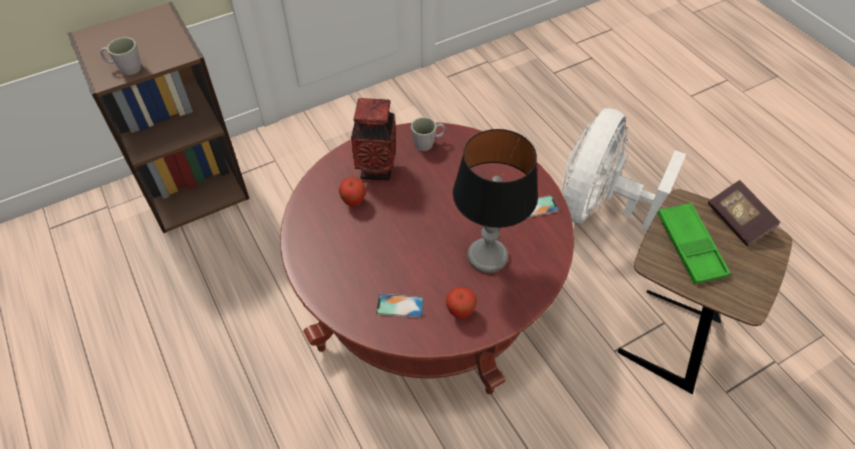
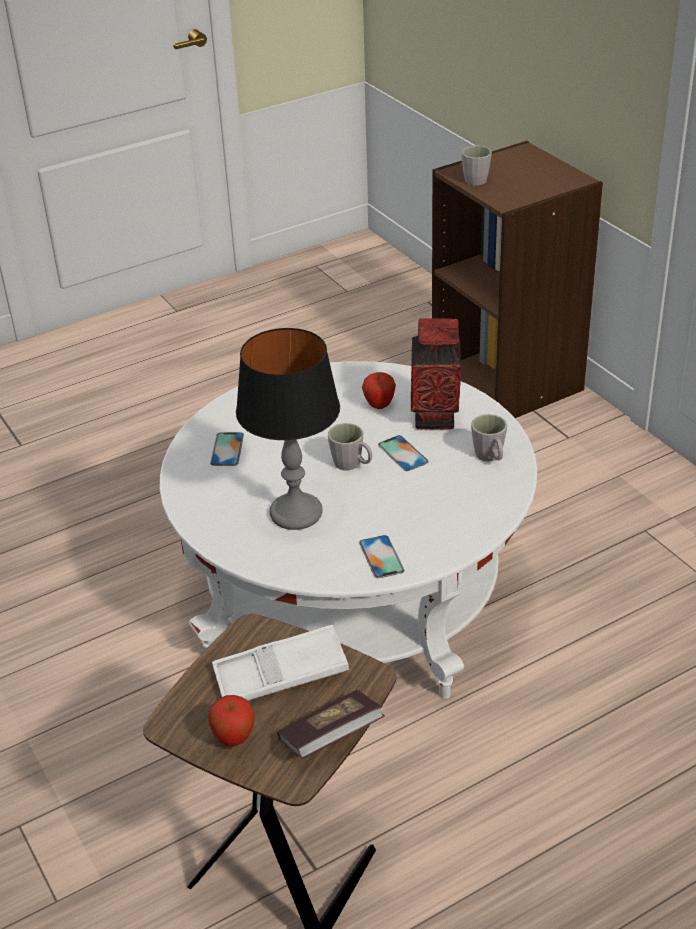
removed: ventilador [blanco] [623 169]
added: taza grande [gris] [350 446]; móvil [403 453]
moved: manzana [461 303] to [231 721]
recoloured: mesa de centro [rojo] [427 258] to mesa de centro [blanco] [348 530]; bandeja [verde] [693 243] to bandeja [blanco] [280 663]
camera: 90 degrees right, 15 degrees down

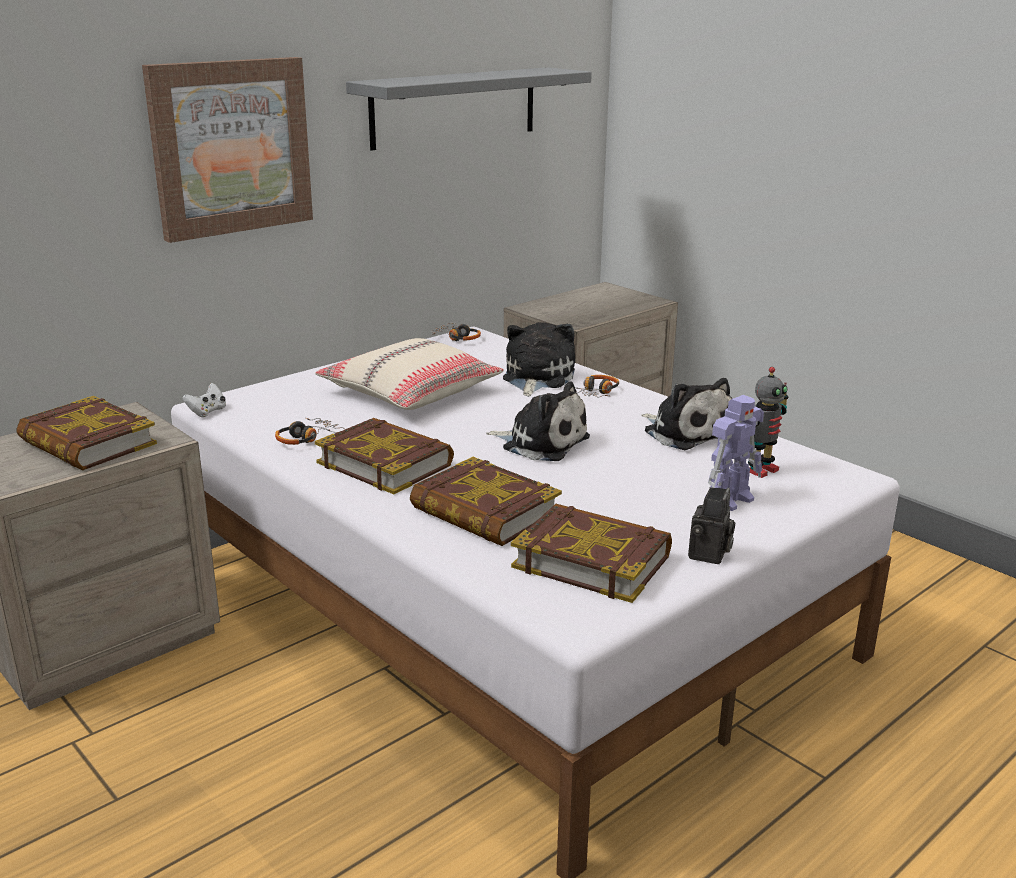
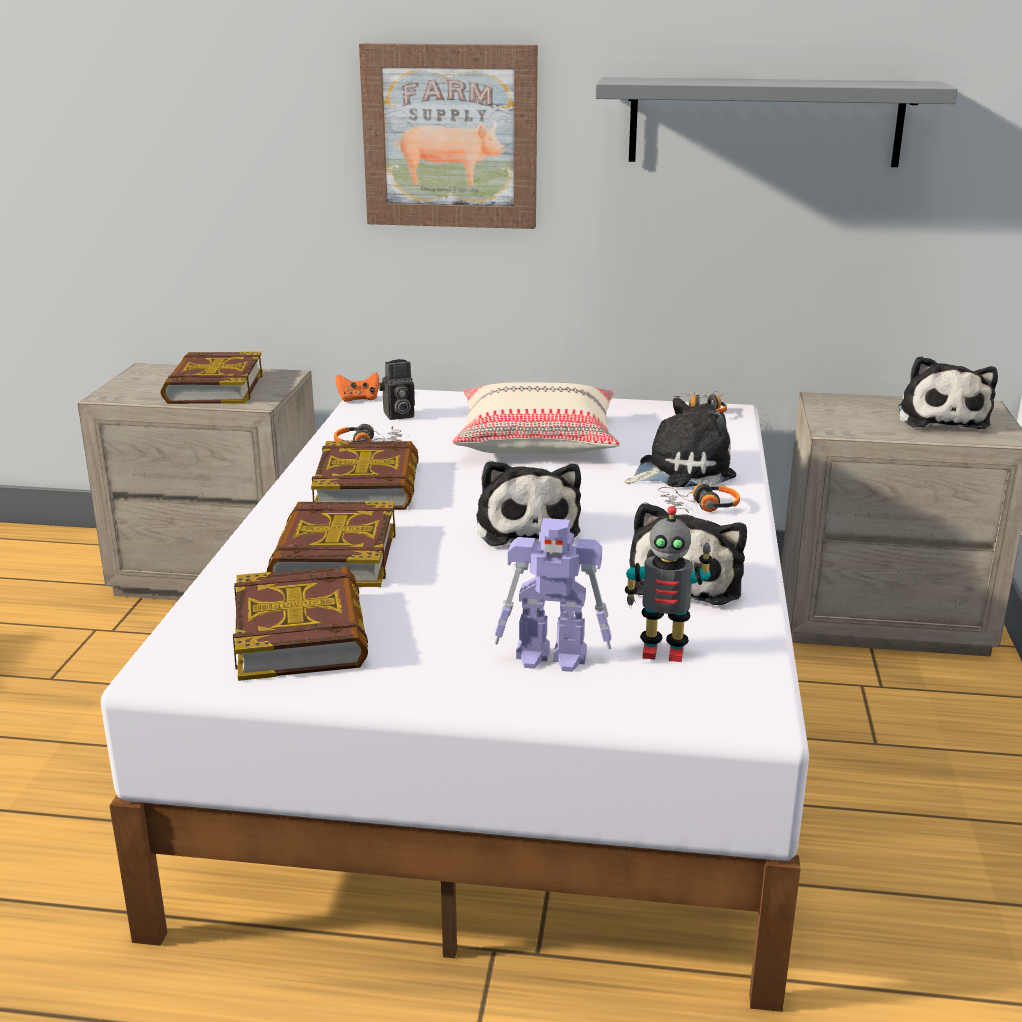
added: peluche [948 392]
moved: cámara [711 525] to [396 389]
recoloured: mando de consola [blanco] [204 400] to mando de consola [naranja] [357 387]
camera: 50 degrees right, 0 degrees up

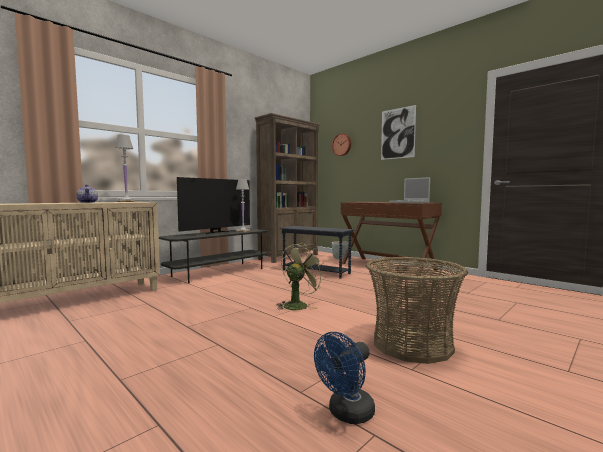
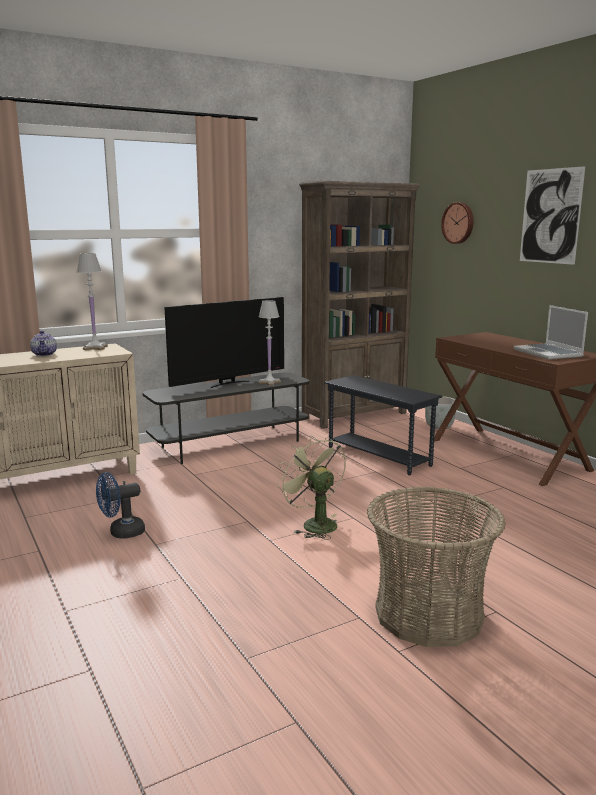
moved: ventilador [azul] [344 378] to [120 505]
turned: ventilador [verde] [301 276] = [311 487] 90 degrees counterclockwise
camera: 15 degrees right, 10 degrees up

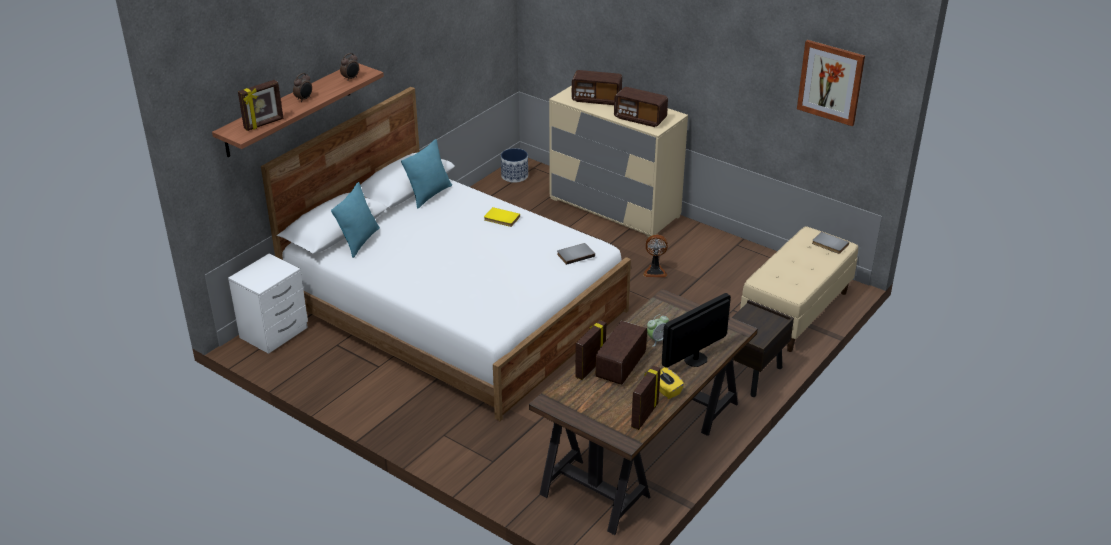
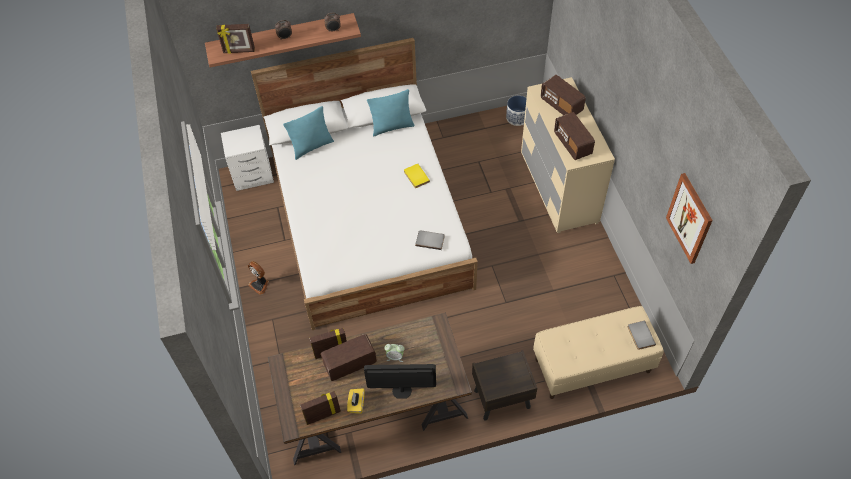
moved: ventilador [655 256] to [258 278]
camera: 40 degrees right, 20 degrees up

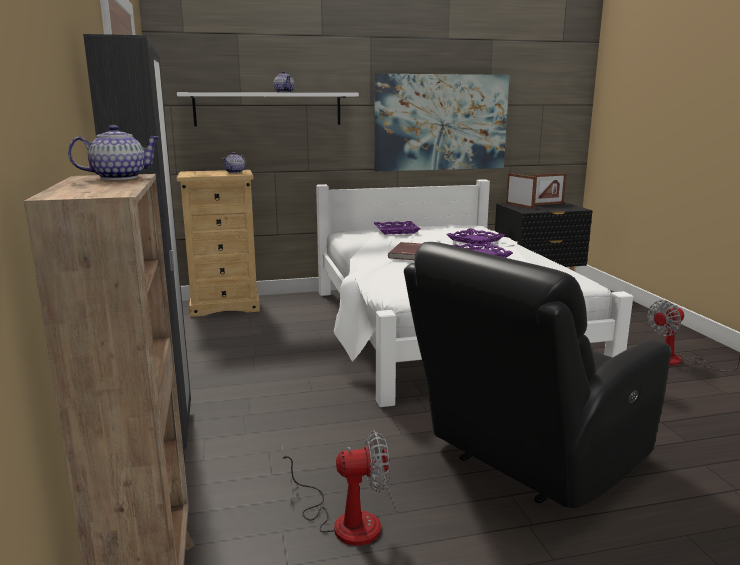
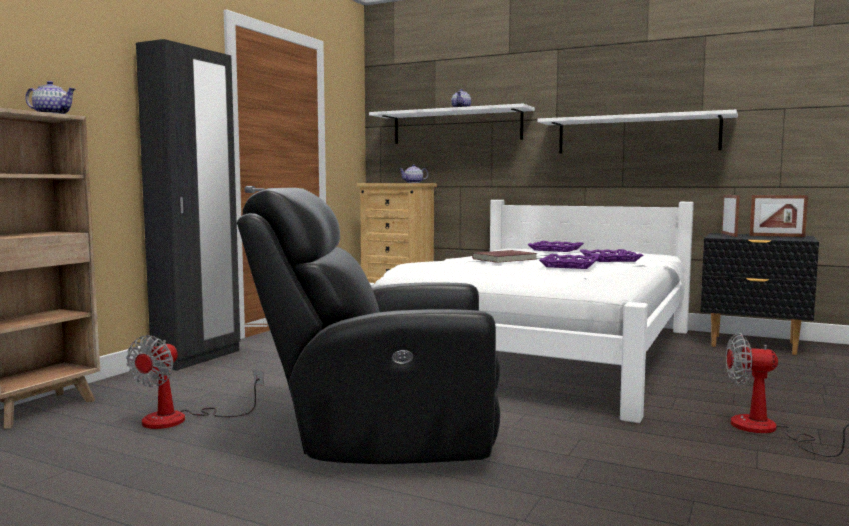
replaced: cuadro [442 122] to estante [blanco] [637 132]
turned: ventilador [336 488] = [194 382] 75 degrees clockwise
camera: 40 degrees right, 10 degrees down

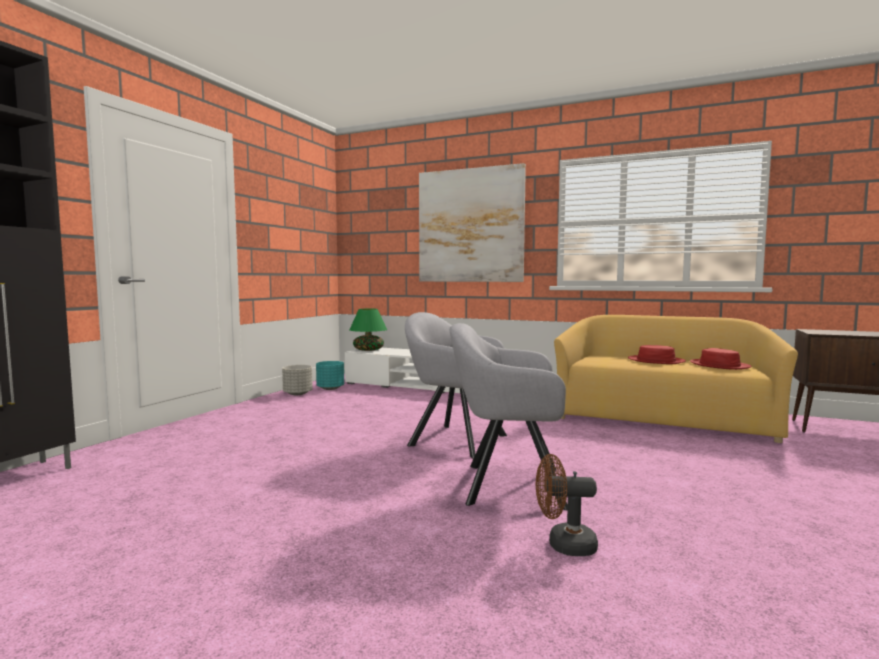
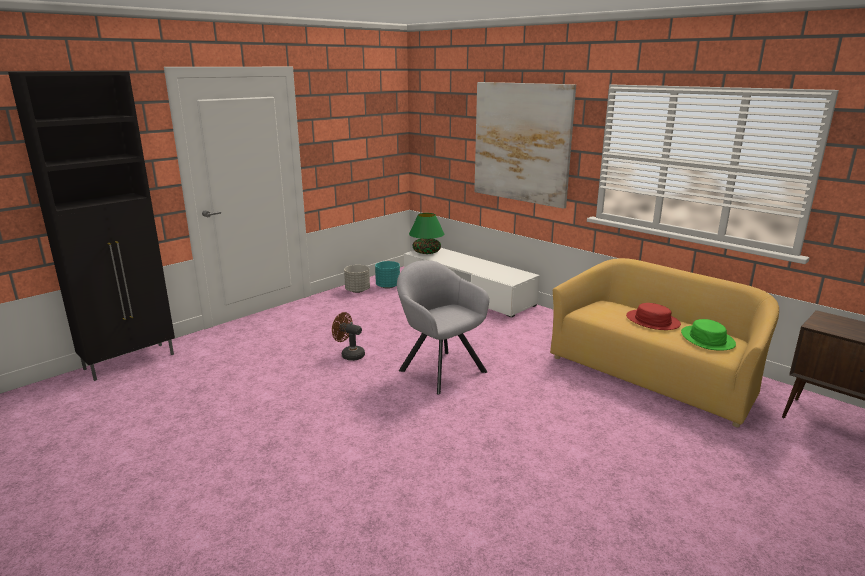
removed: sillón [gris] [509 416]
moved: ventilador [marrón] [567 505] to [348 336]
recoloured: sombrero [rojo] [720 359] to sombrero [verde] [708 335]
camera: 20 degrees right, 15 degrees up

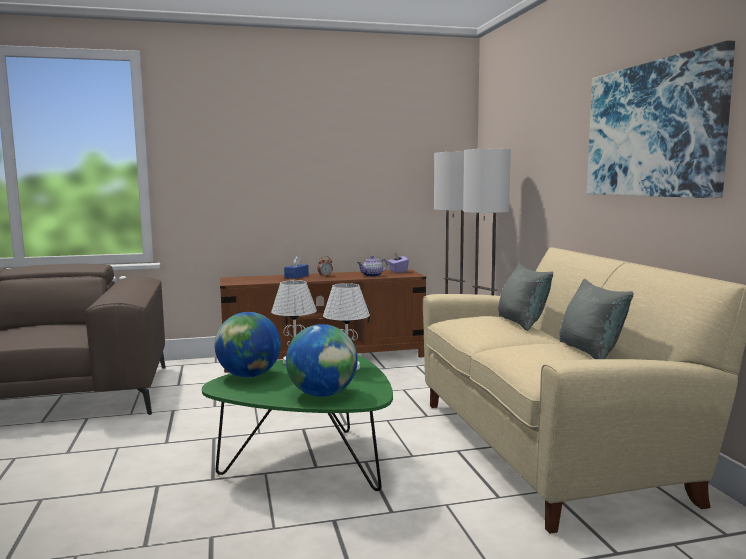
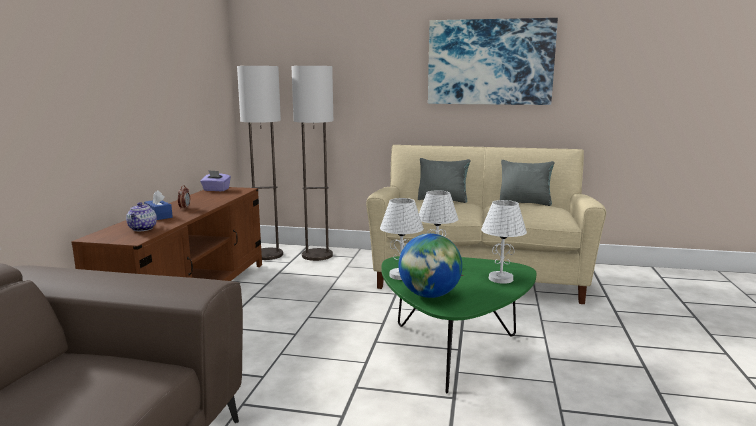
moved: tetera [372 266] to [141 216]
replaced: globo terráqueo [322 360] to lámpara de mesa [blanco] [504 242]
camera: 65 degrees left, 5 degrees up

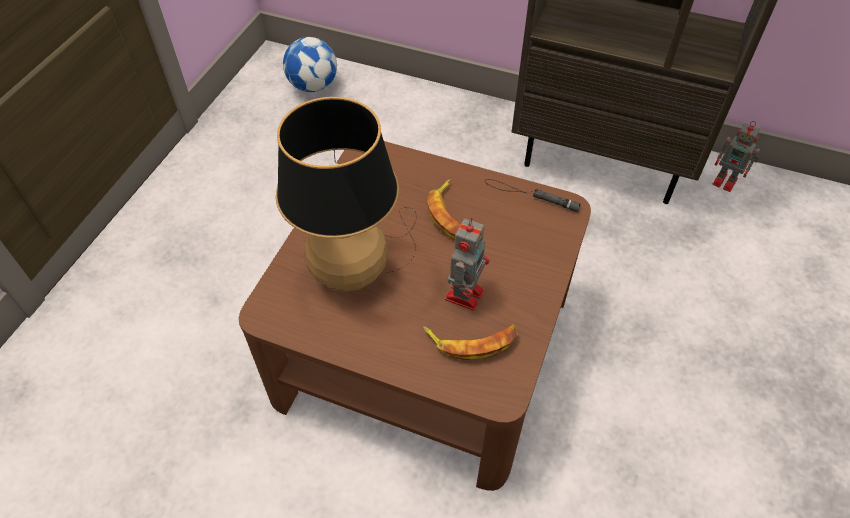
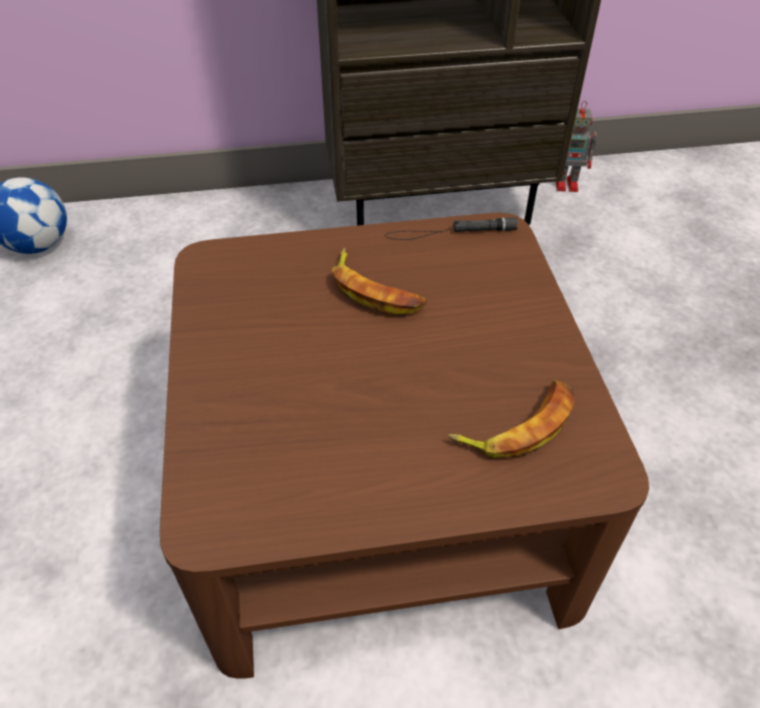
removed: lámpara de mesa [346 194]; robot de juguete [467 264]
camera: 30 degrees left, 5 degrees down

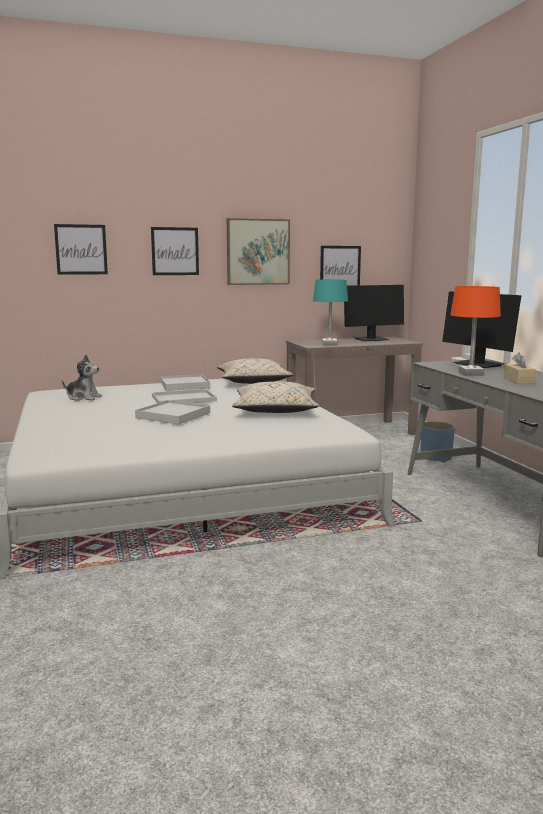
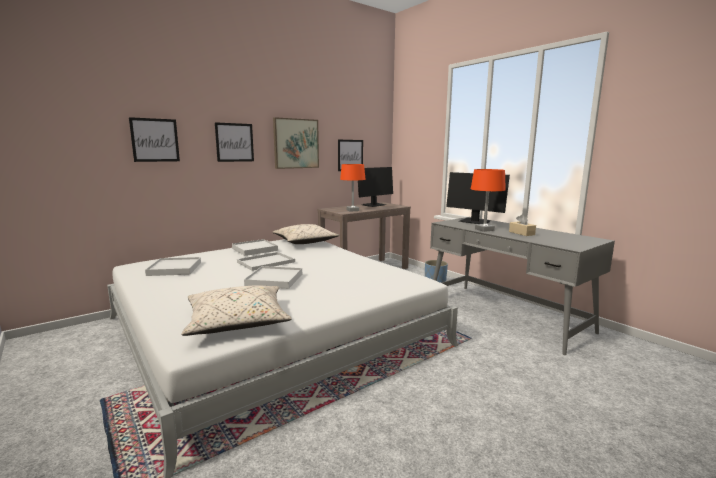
moved: cojín [beis] [275 397] to [236 310]
replaced: peluche [82 378] to bandeja [blanco] [173 266]
recoloured: lámpara de mesa [turquesa] [330 312] to lámpara de mesa [naranja] [353 188]
camera: 20 degrees left, 0 degrees up

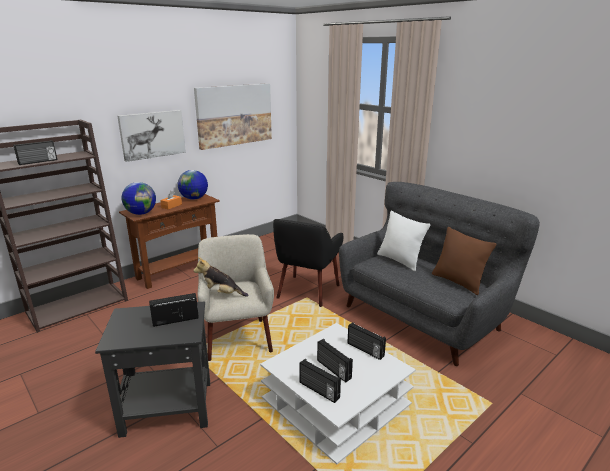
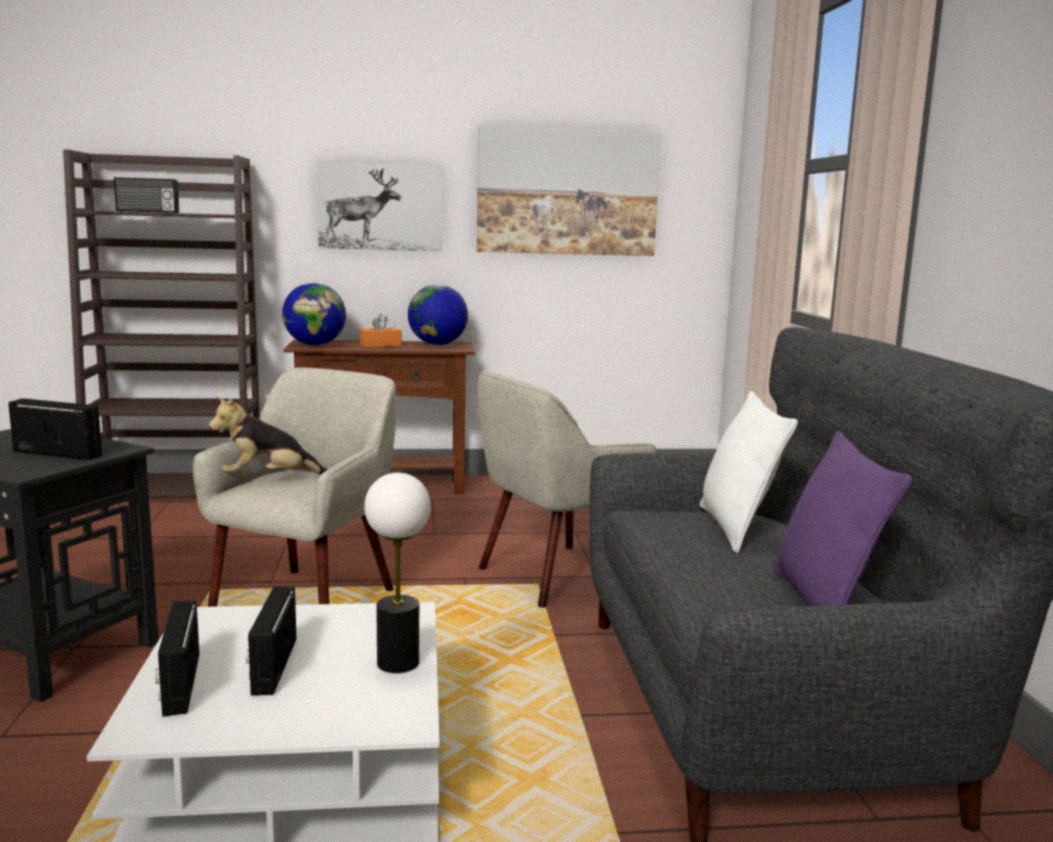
replaced: radio [366 341] to lámpara de mesa [397 573]
recoloured: sillón [negro] [308 263] to sillón [beis] [567 489]; cojín [marrón] [464 261] to cojín [morado] [842 518]
turned: peluche [220 277] = [268 435] 60 degrees counterclockwise
camera: 35 degrees right, 10 degrees down

